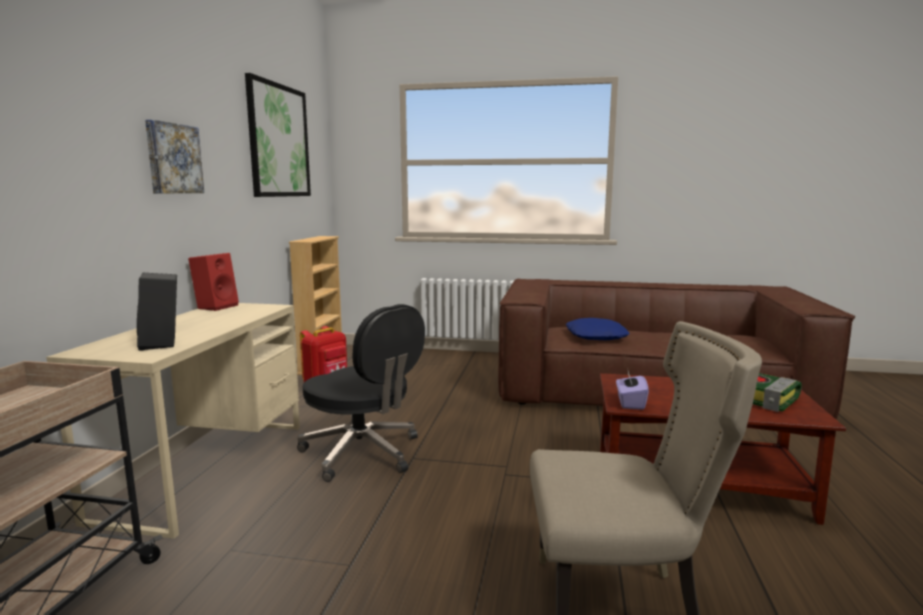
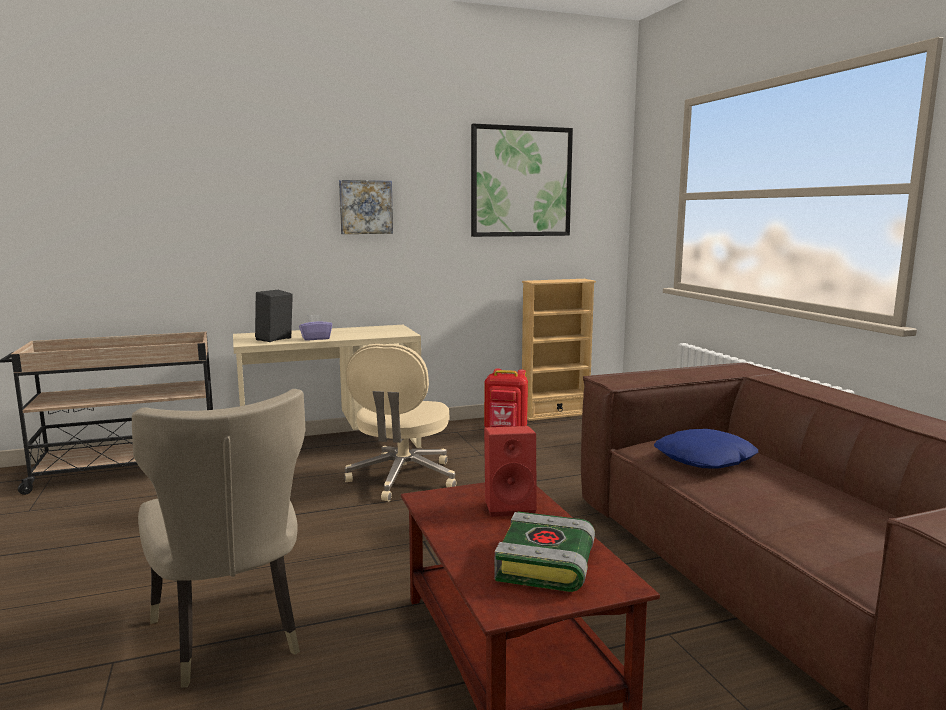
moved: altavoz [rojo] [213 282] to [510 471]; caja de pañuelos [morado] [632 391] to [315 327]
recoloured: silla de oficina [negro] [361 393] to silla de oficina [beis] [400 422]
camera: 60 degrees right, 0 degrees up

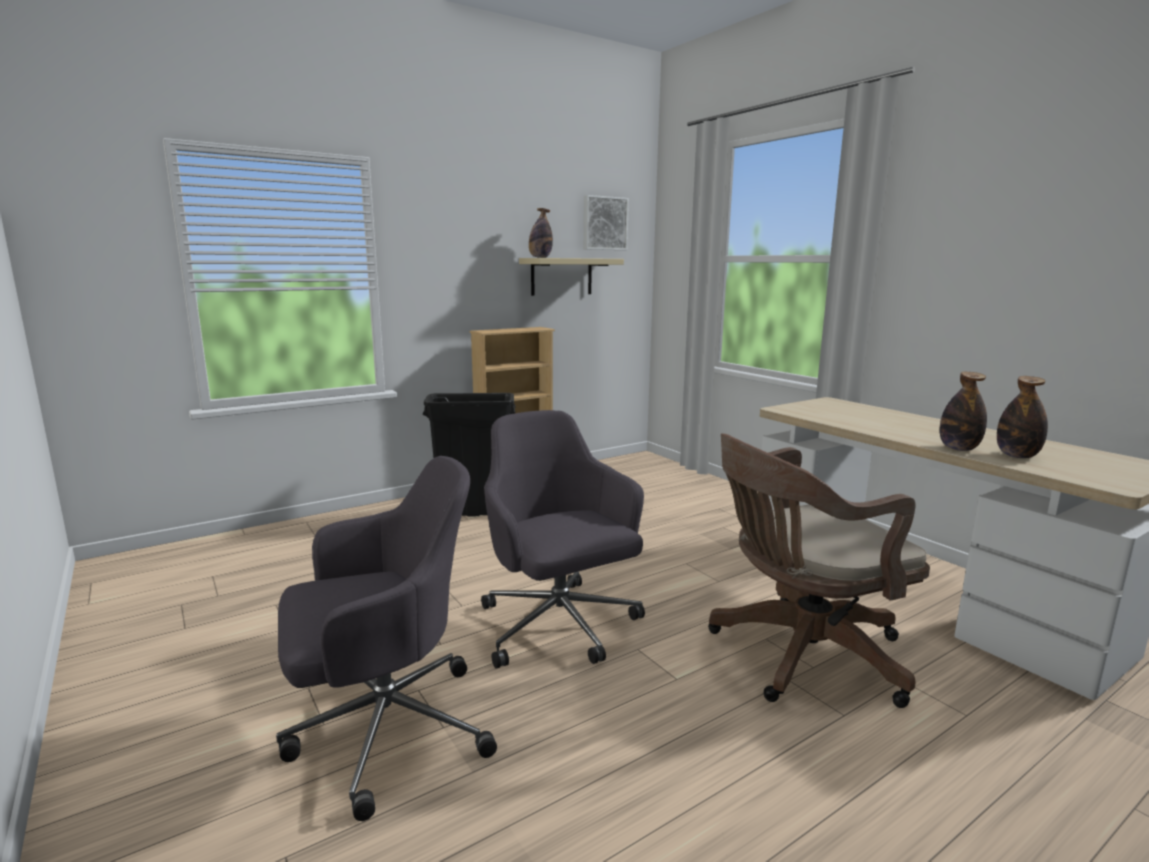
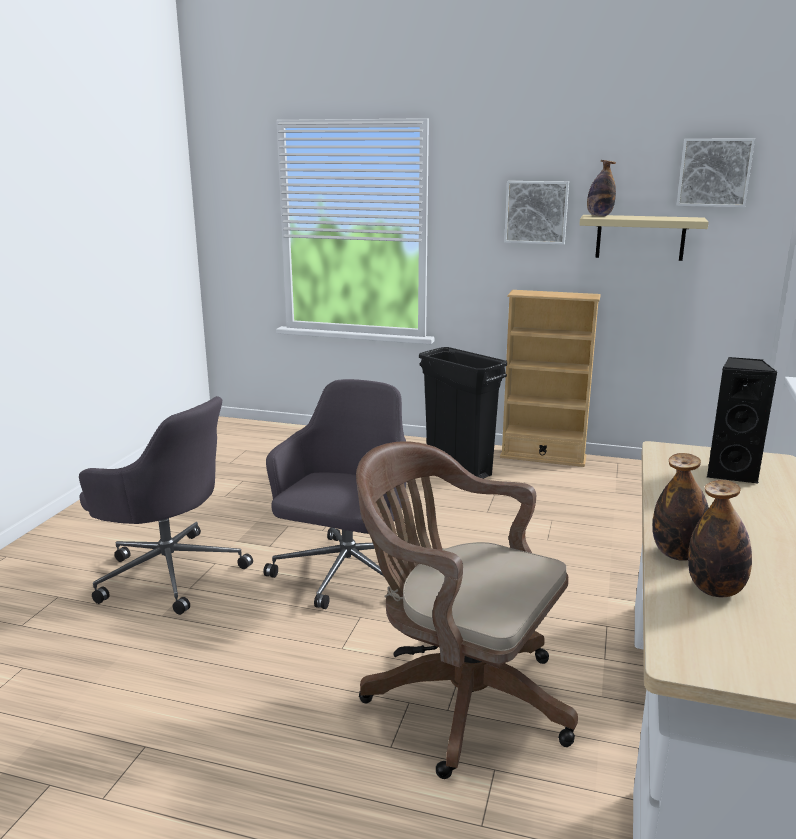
added: cuadro [536 213]; altavoz [negro] [742 420]
camera: 50 degrees right, 5 degrees up

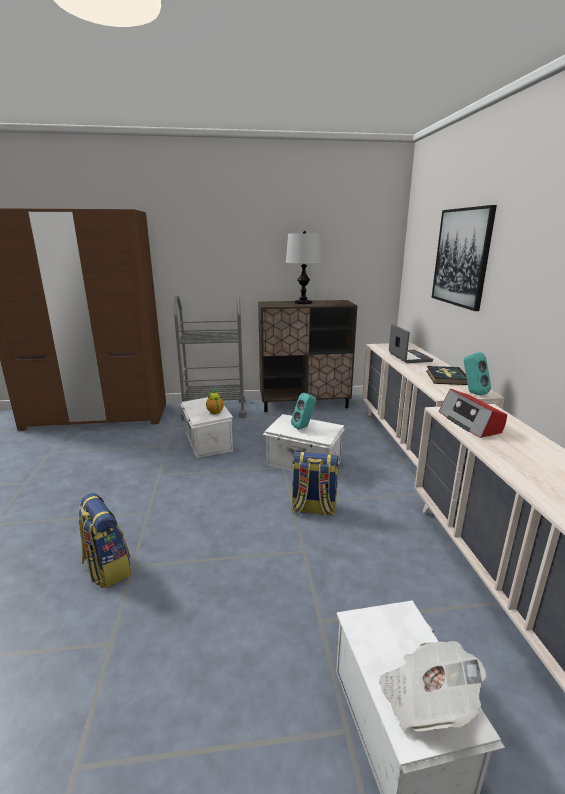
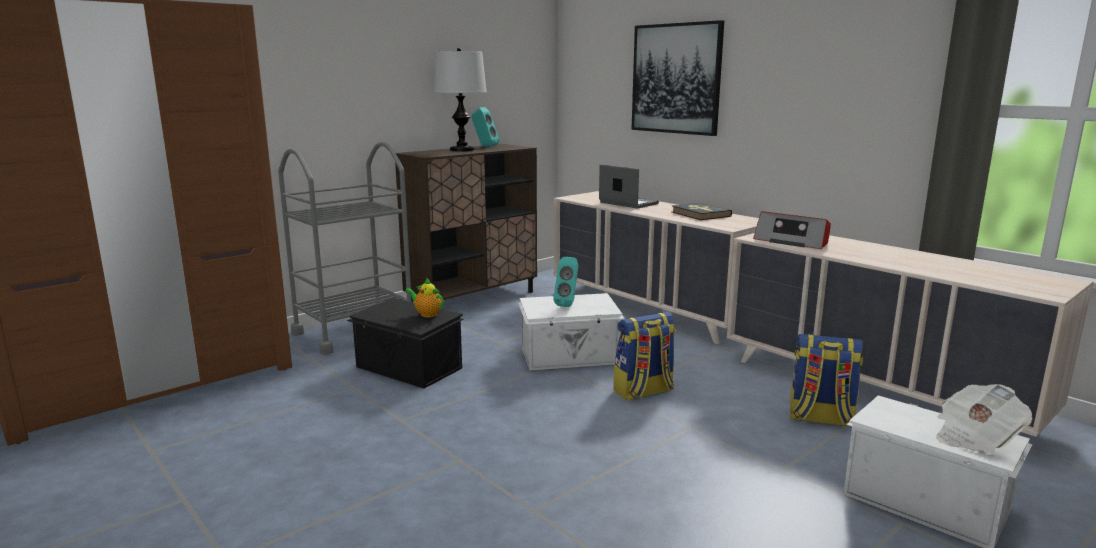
moved: altavoz [turquesa] [477 374] to [485 127]; mochila [105 541] to [826 380]
recoloured: caja de almacenaje [blanco] [206 427] to caja de almacenaje [negro] [405 343]
camera: 35 degrees left, 5 degrees down

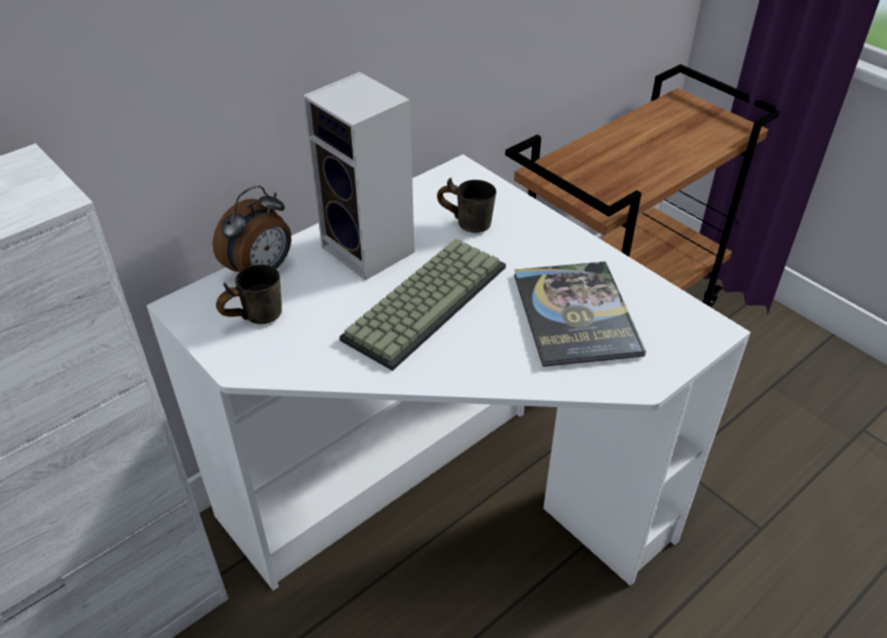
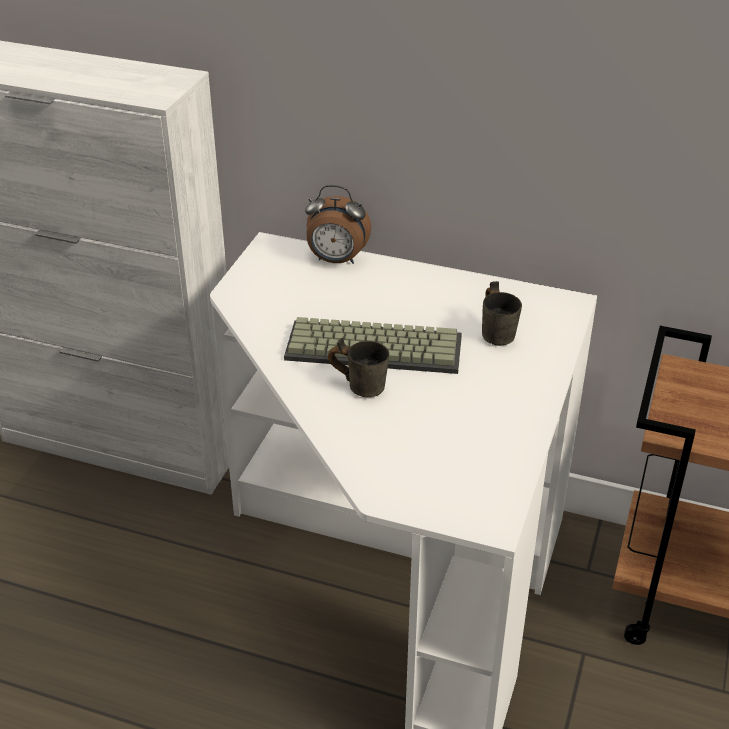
removed: altavoz [359 176]; libro [580 314]
moved: taza grande [gris] [249 294] to [358 367]
camera: 60 degrees right, 5 degrees down

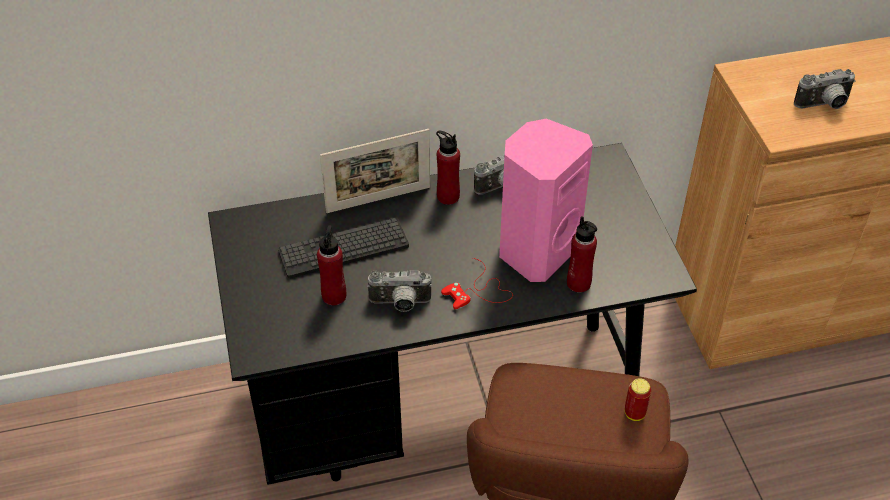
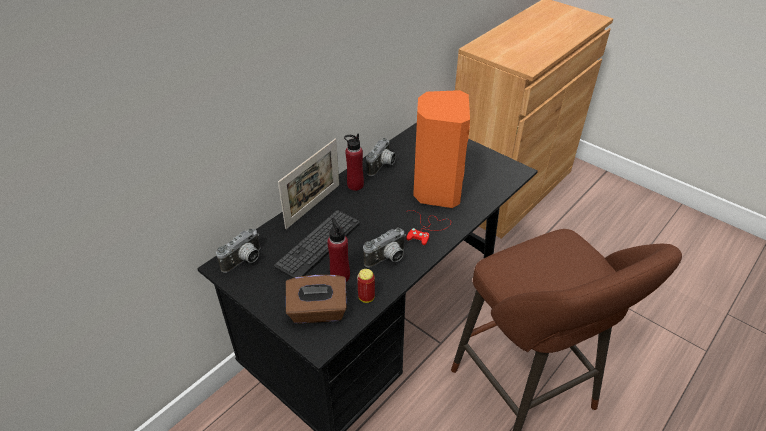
removed: botella [rojo] [582 254]
added: caja de pañuelos [marrón] [316 299]
moved: cámara [825 89] to [238 250]; lata [638 399] to [366 286]
recoloured: altavoz [rosa] [546 200] to altavoz [naranja] [441 149]
camera: 35 degrees left, 5 degrees down

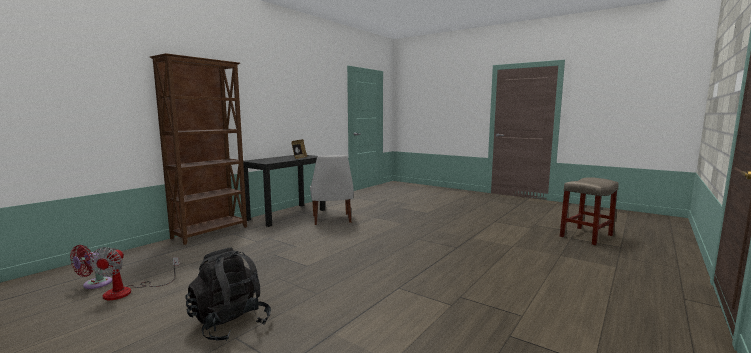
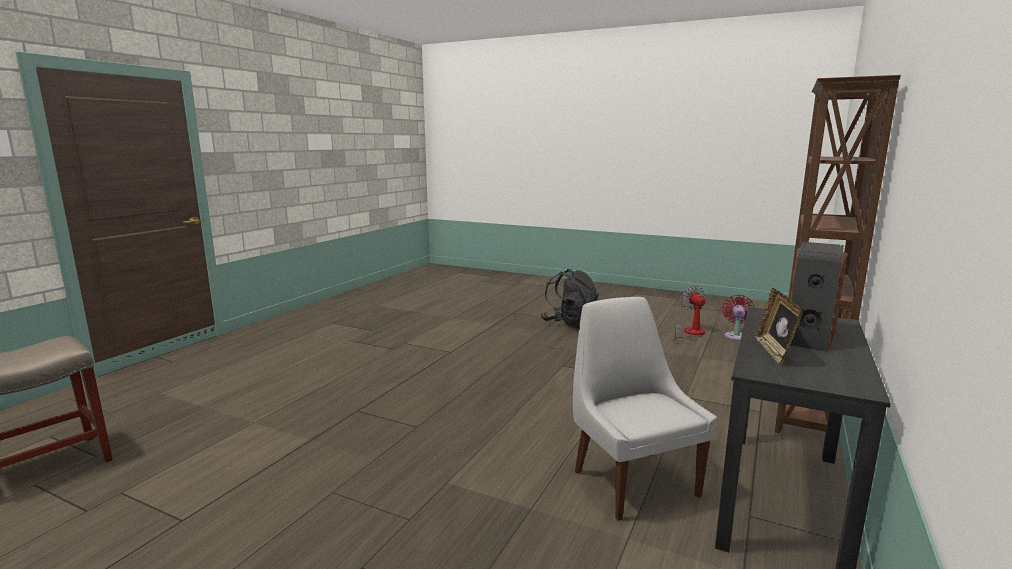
added: altavoz [818 297]
camera: 170 degrees right, 5 degrees up

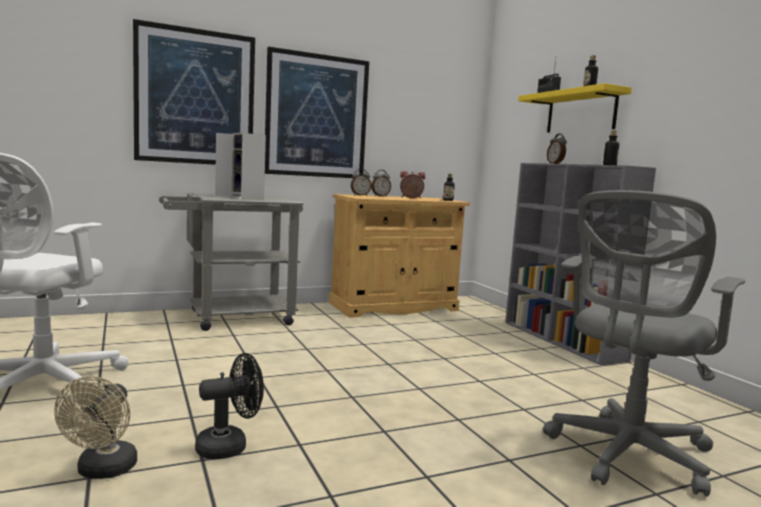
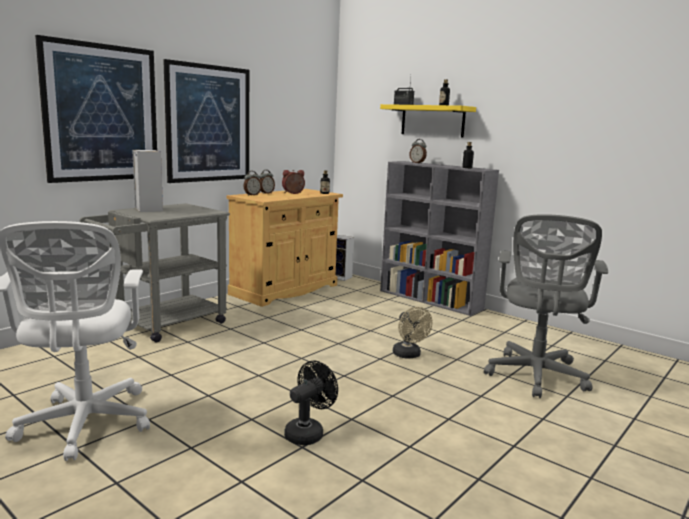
moved: altavoz [248 166] to [345 258]; ventilador [beis] [95 427] to [413 333]
camera: 25 degrees left, 5 degrees up

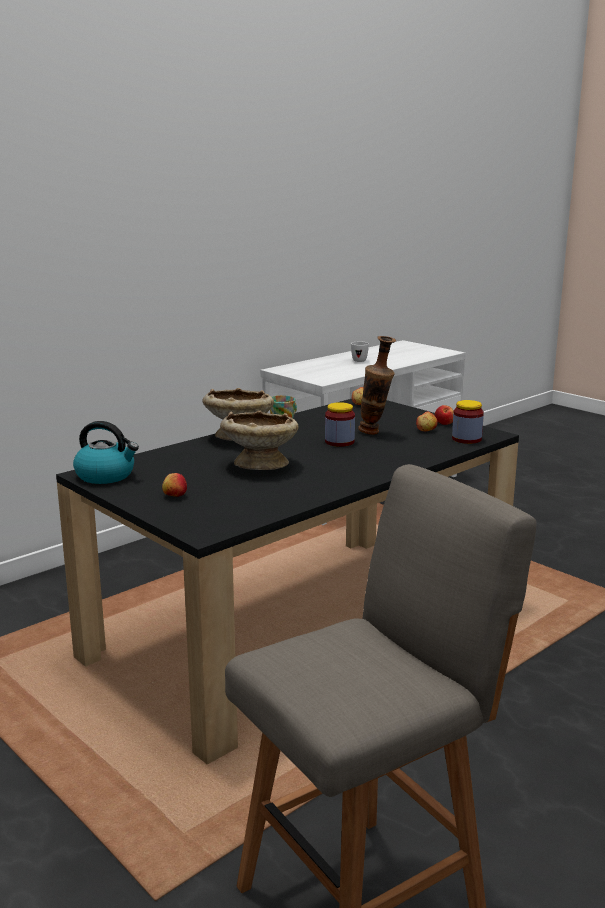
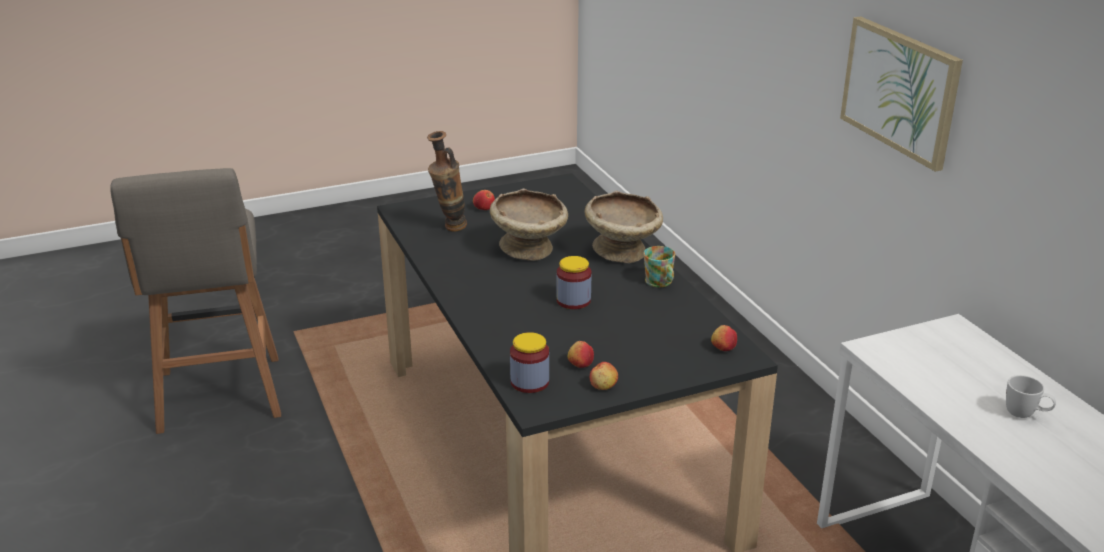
removed: hervidor [106 452]
added: cuadro [901 94]
moved: florero [377 385] to [447 181]
camera: 110 degrees right, 10 degrees up

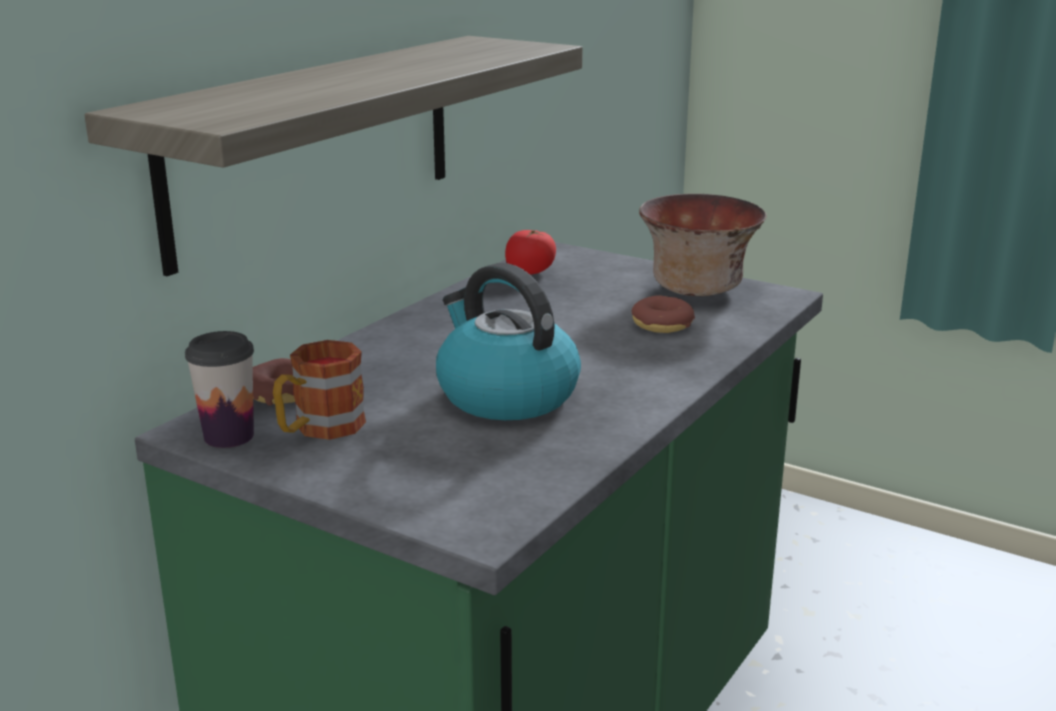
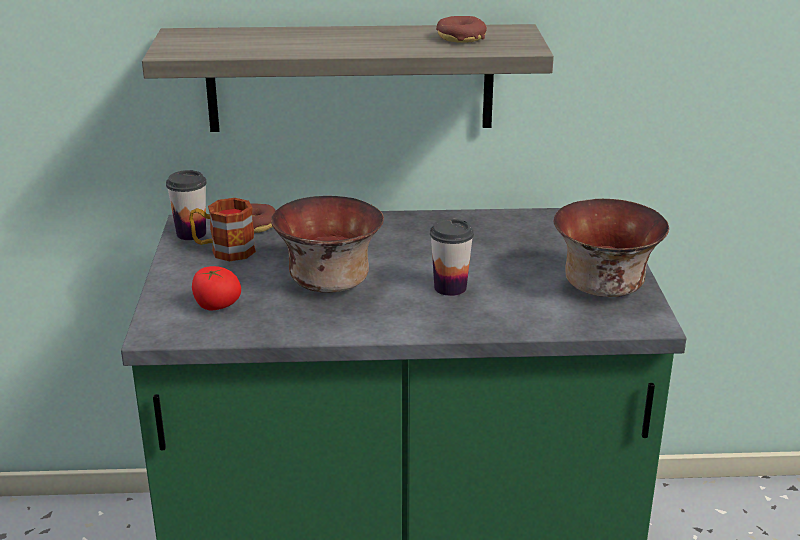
added: taza [452 257]
moved: tomate [530 252] to [216 288]; rosquilla [663 314] to [461 29]
replaced: hervidor [508 341] to cuenco [327 244]
camera: 55 degrees right, 5 degrees up

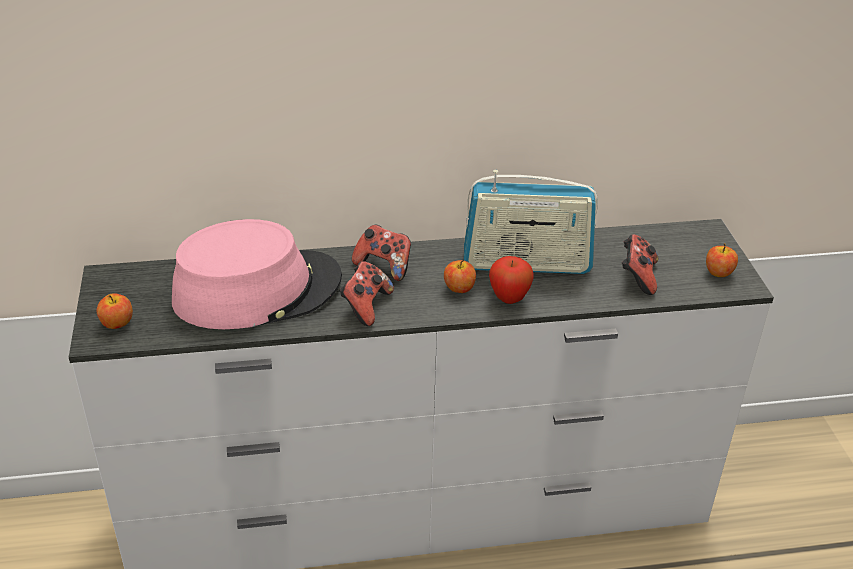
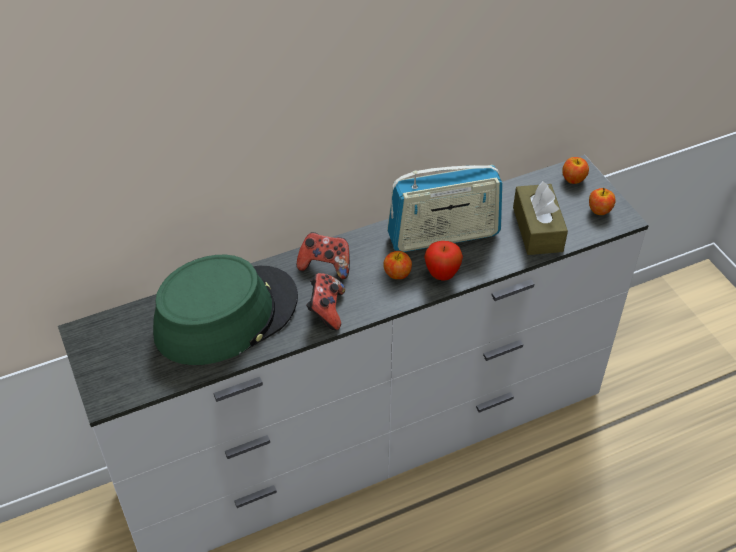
moved: manzana [114 311] to [575 170]
replaced: mando de consola [640 264] to caja de pañuelos [marrón] [540 218]
recoloured: sombrero [rosa] [257 274] to sombrero [verde] [225 310]
camera: 15 degrees left, 10 degrees up

